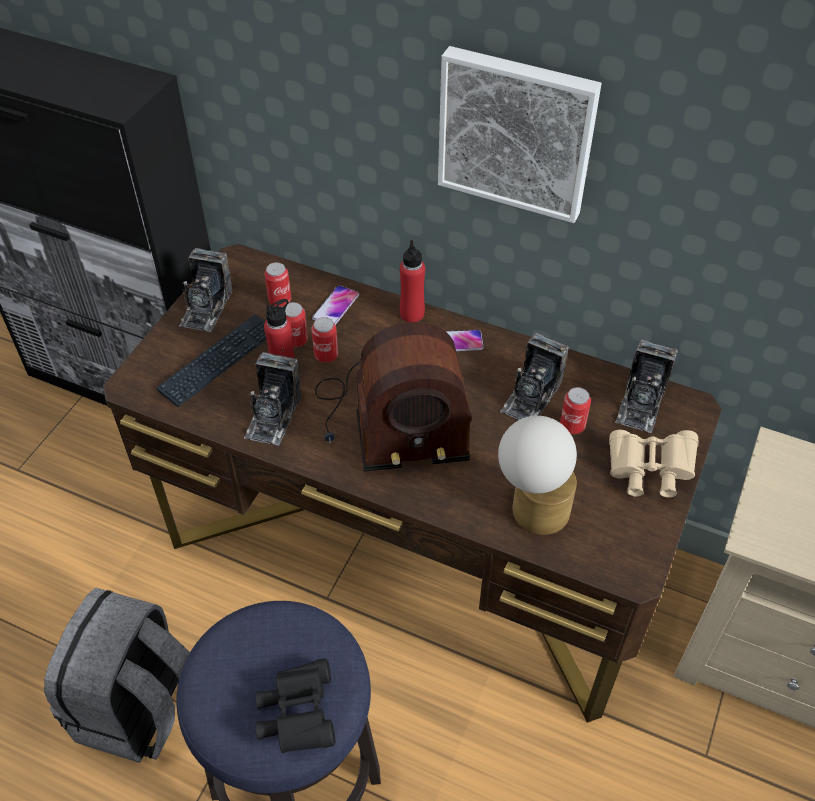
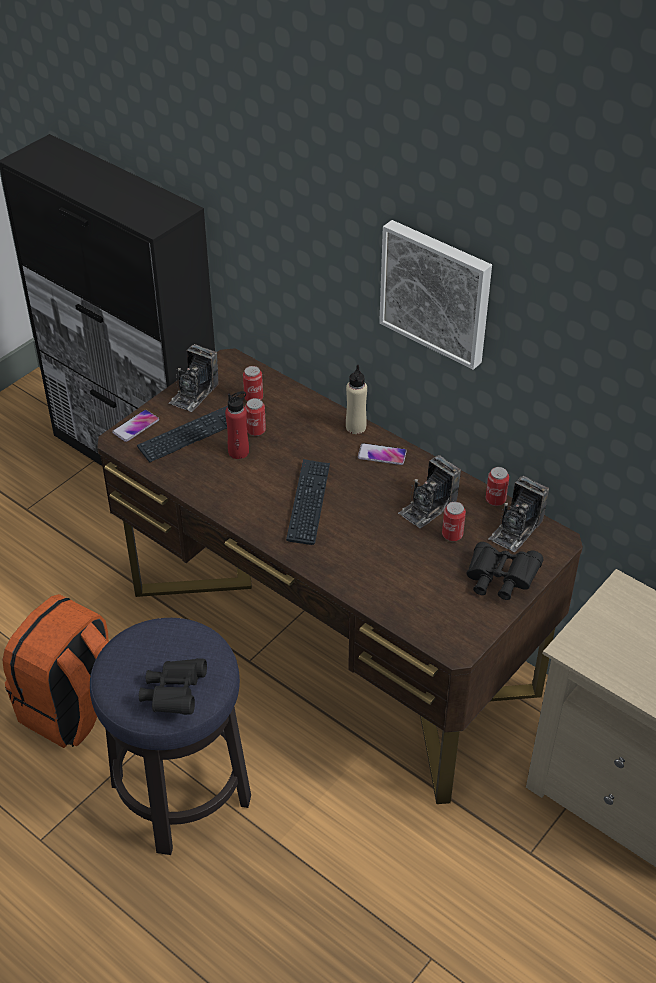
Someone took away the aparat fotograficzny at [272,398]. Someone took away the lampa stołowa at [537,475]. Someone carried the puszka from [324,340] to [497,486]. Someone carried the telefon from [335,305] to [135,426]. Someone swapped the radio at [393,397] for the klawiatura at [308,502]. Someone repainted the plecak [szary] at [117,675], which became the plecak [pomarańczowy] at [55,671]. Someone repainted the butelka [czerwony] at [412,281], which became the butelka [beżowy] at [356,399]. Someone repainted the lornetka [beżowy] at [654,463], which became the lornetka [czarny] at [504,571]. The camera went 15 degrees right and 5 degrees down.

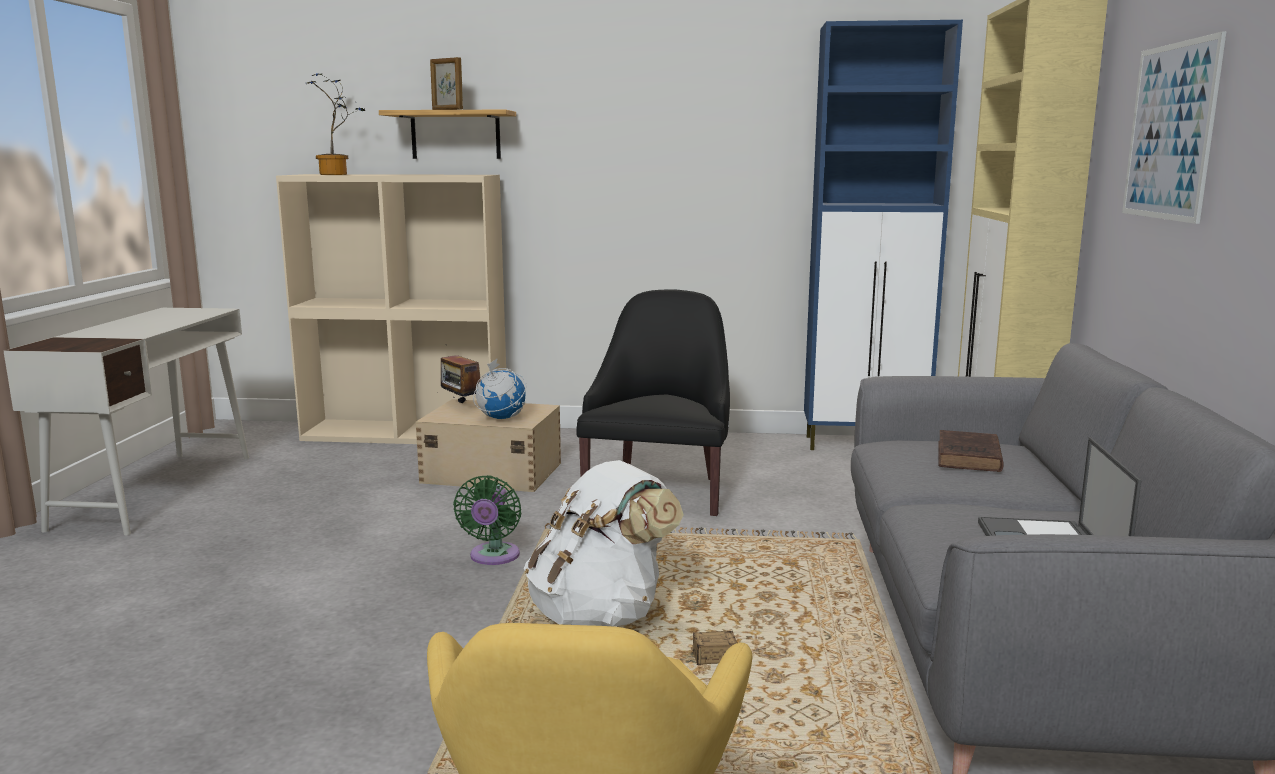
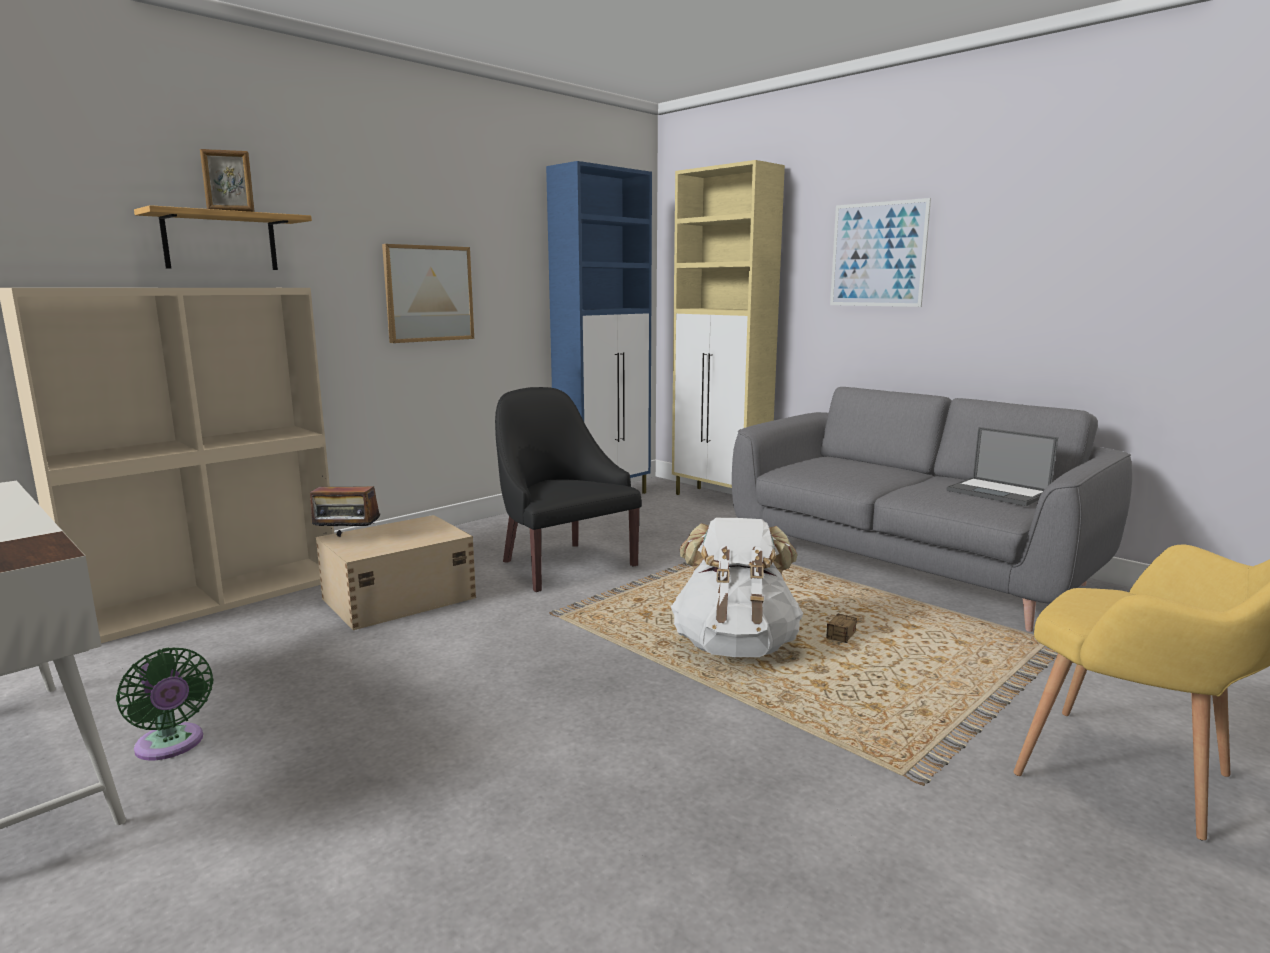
Someone took away the roślina doniczkowa at [336,124]. Someone took away the globus at [499,388]. Someone took away the książka [brązowy] at [971,451]. Someone put up the obraz at [428,293]. Someone carried the wentylator [zielony] from [487,520] to [165,704]. The camera went 50 degrees left and 0 degrees up.

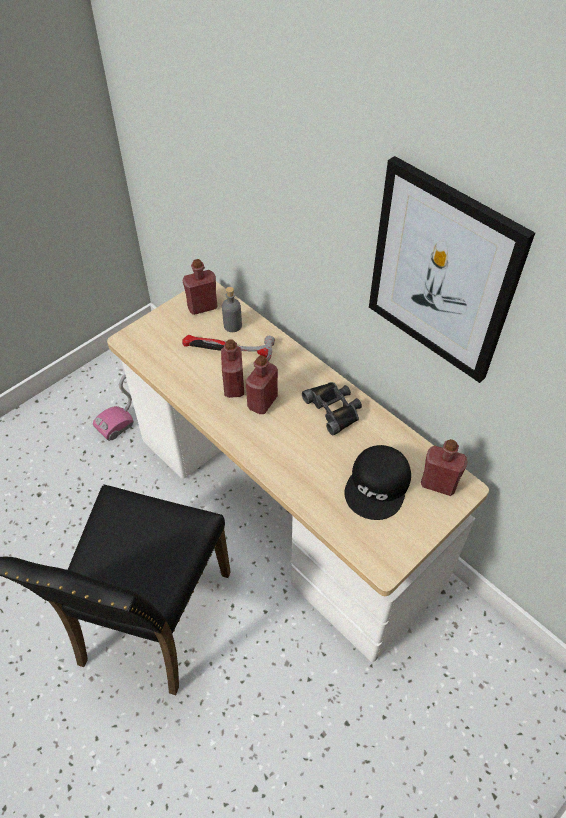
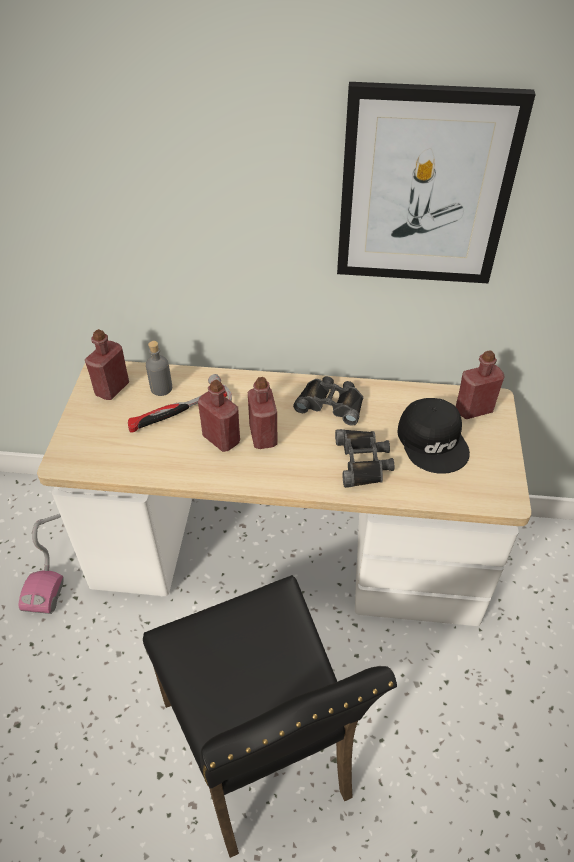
Someone put down the lornetka [czarny] at [364,458]. The camera went 40 degrees left and 5 degrees down.

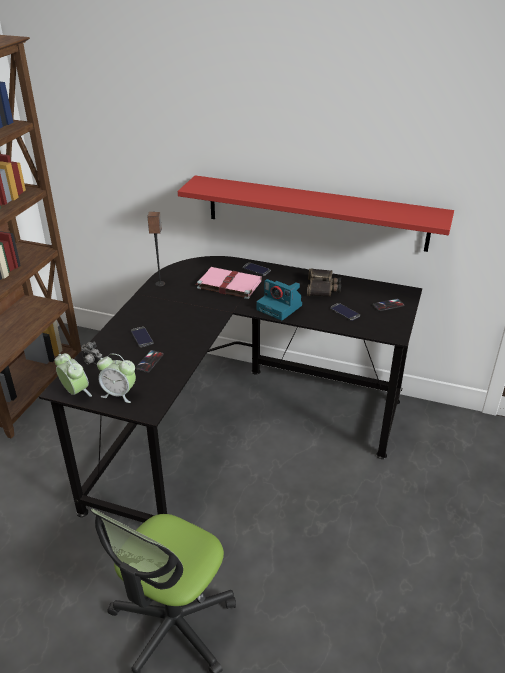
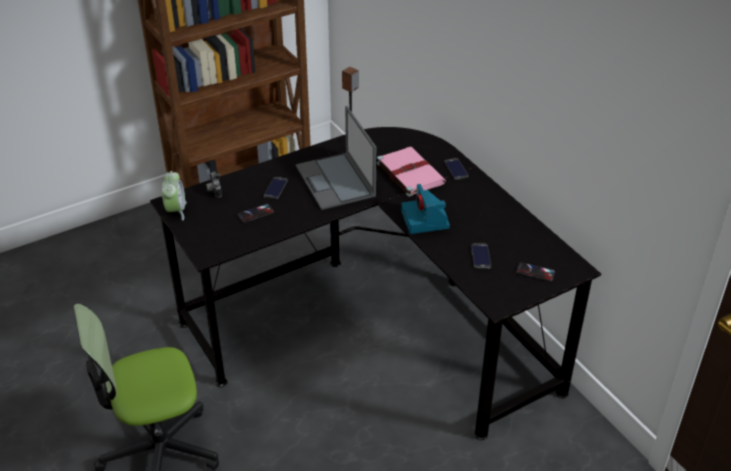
Someone took away the budzik at [116,378]. Someone took away the półka [czerwony] at [316,213]. Someone took away the lornetka at [324,282]. Someone put down the laptop at [336,158]. The camera went 40 degrees right and 5 degrees up.

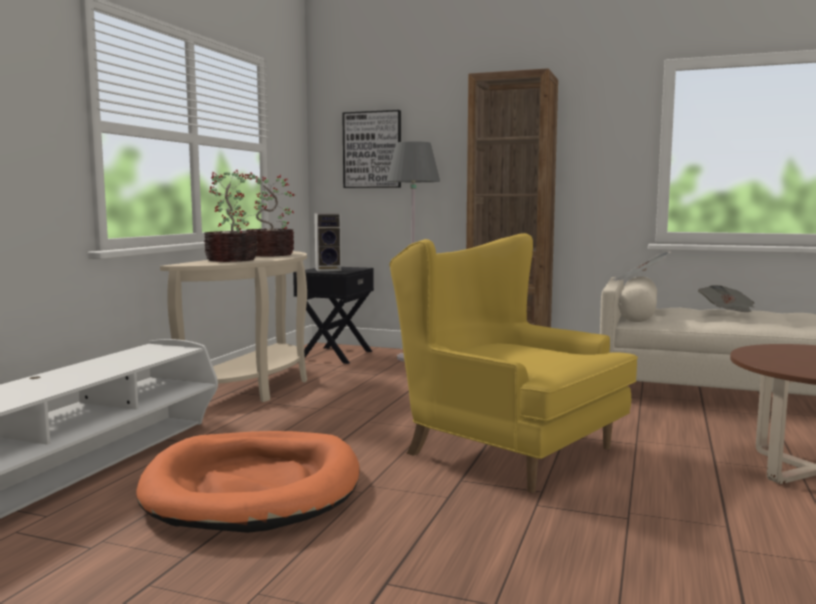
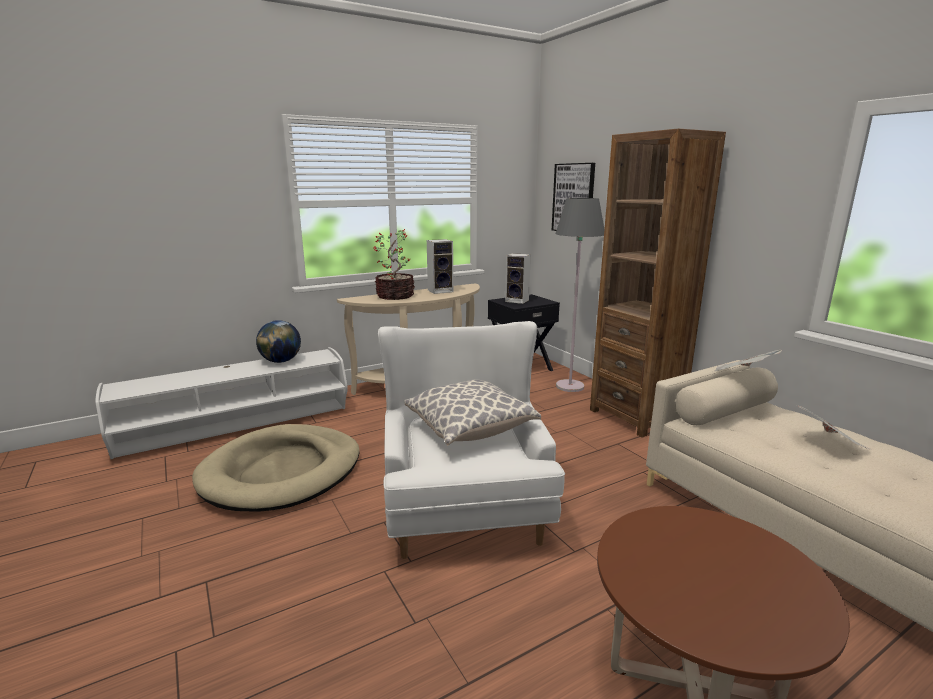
Someone put down the globus at [278,341]. Someone put down the poduszka at [473,413]. Someone swapped the roślina doniczkowa at [265,214] for the głośnik at [440,266]. Someone repainted the legowisko [pomarańczowy] at [248,482], which became the legowisko [beżowy] at [275,468]. Someone repainted the fotel [żółty] at [513,363], which became the fotel [biały] at [471,440]. The camera went 40 degrees right and 10 degrees up.

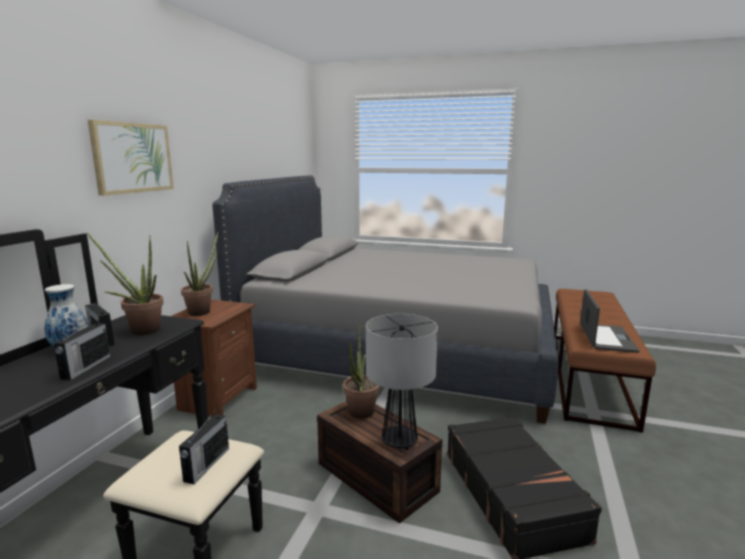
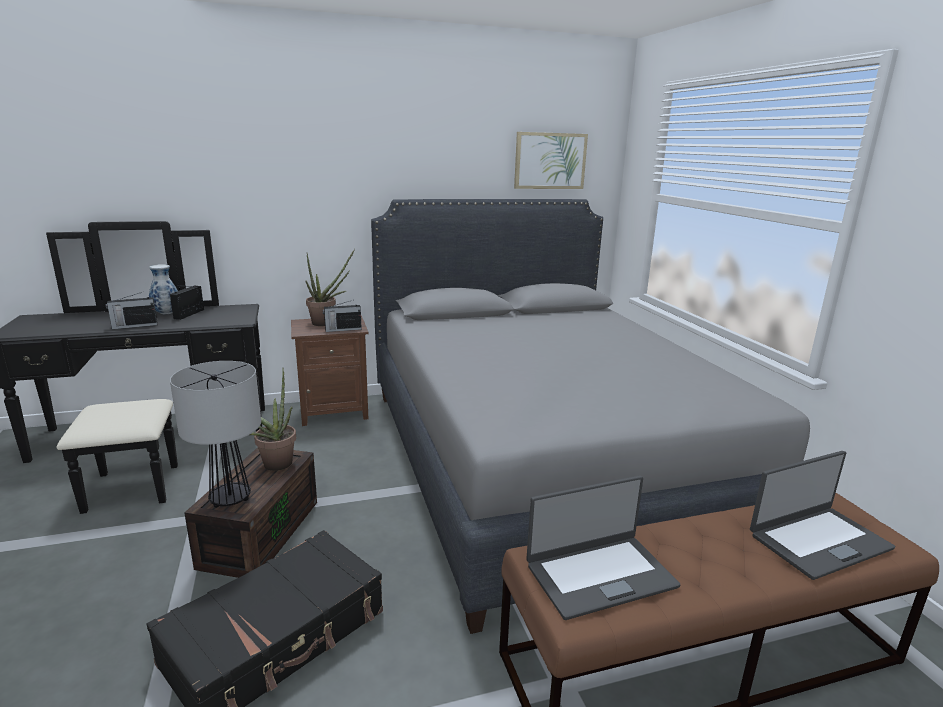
Someone took away the roślina doniczkowa at [125,284]. Someone put down the laptop at [823,515]. Someone carried the obraz from [131,158] to [551,160]. Someone carried the radio from [204,448] to [342,316]. The camera went 55 degrees right and 5 degrees up.

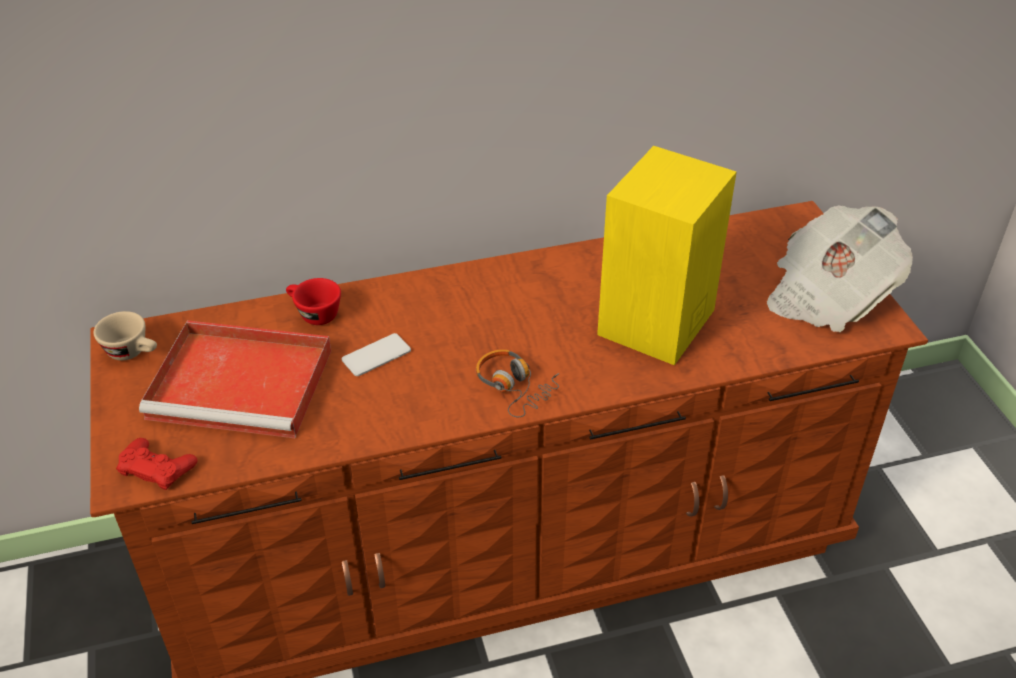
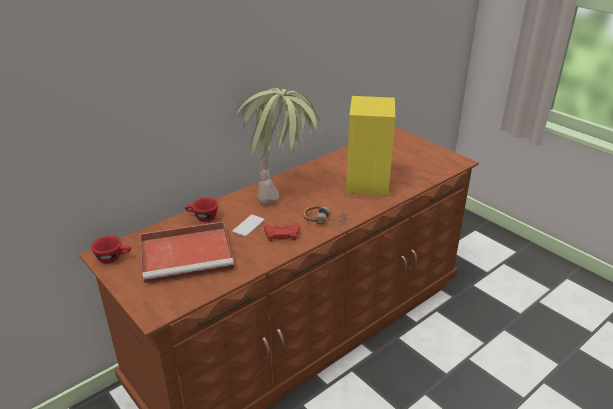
Someone took away the gazeta at [840,268]. Someone put down the roślina doniczkowa at [278,146]. Someone carried the pad do gier [czerwony] from [157,464] to [282,232]. Someone repainted the filiżanka [beżowy] at [125,335], which became the filiżanka [czerwony] at [111,249]. The camera went 25 degrees left and 10 degrees down.

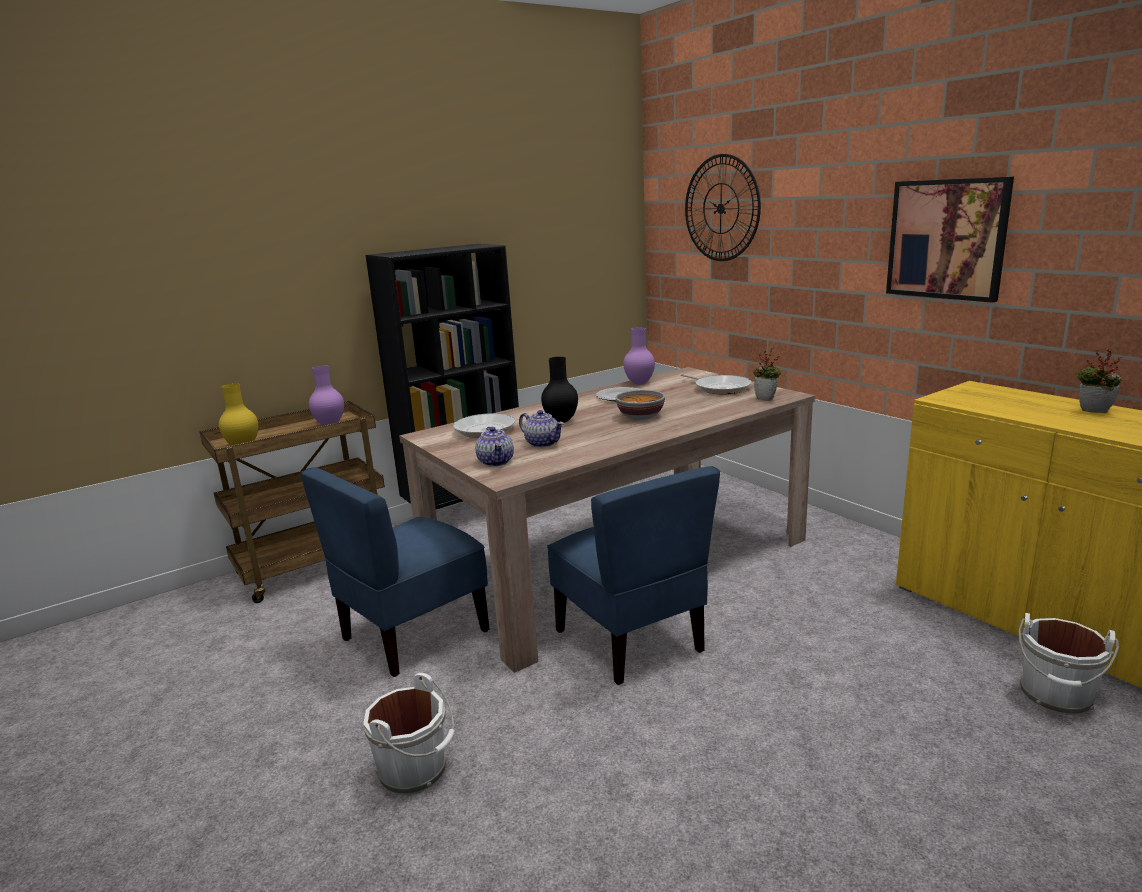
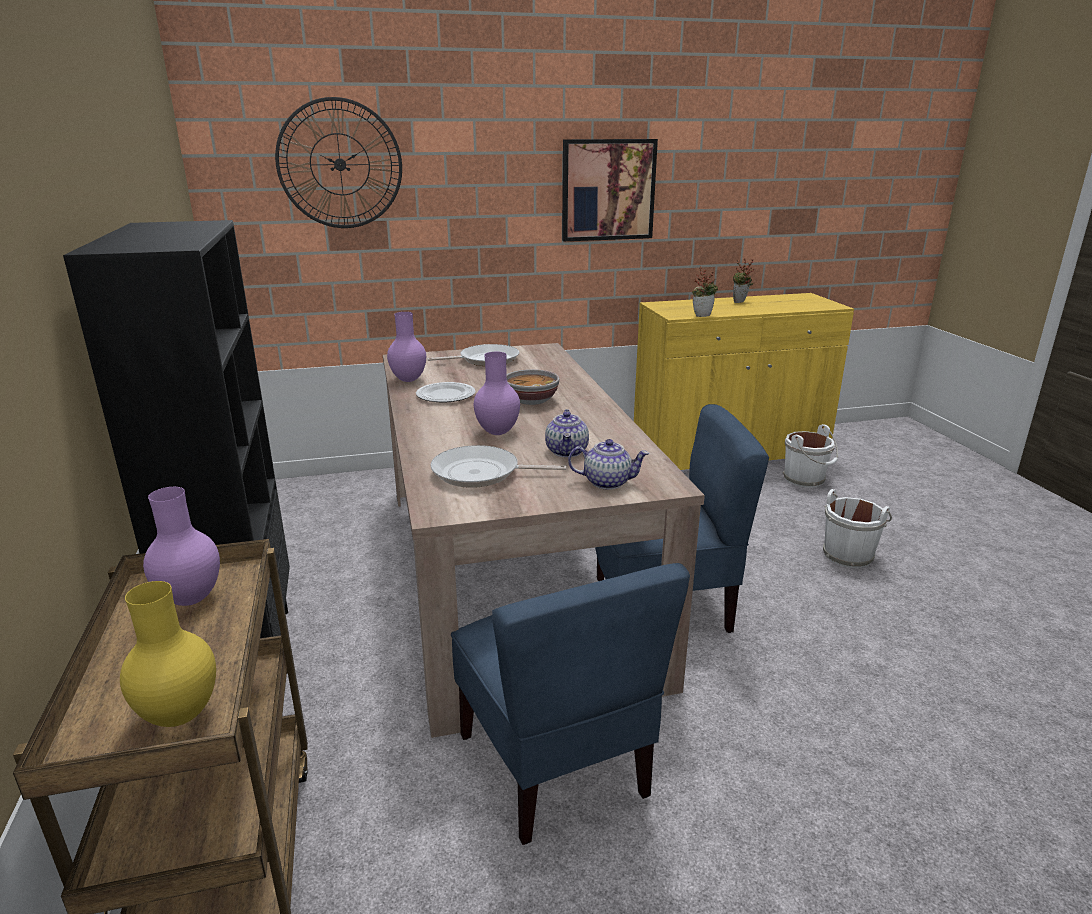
Someone carried the wiadro [biały] from [409,734] to [857,528]. Someone carried the roślina doniczkowa from [767,374] to [705,292]. Someone repainted the wazon [czarny] at [559,390], which became the wazon [fioletowy] at [497,393]. Someone rotated the imbryk at [541,429] by 120 degrees clockwise. The camera went 70 degrees left and 5 degrees up.

